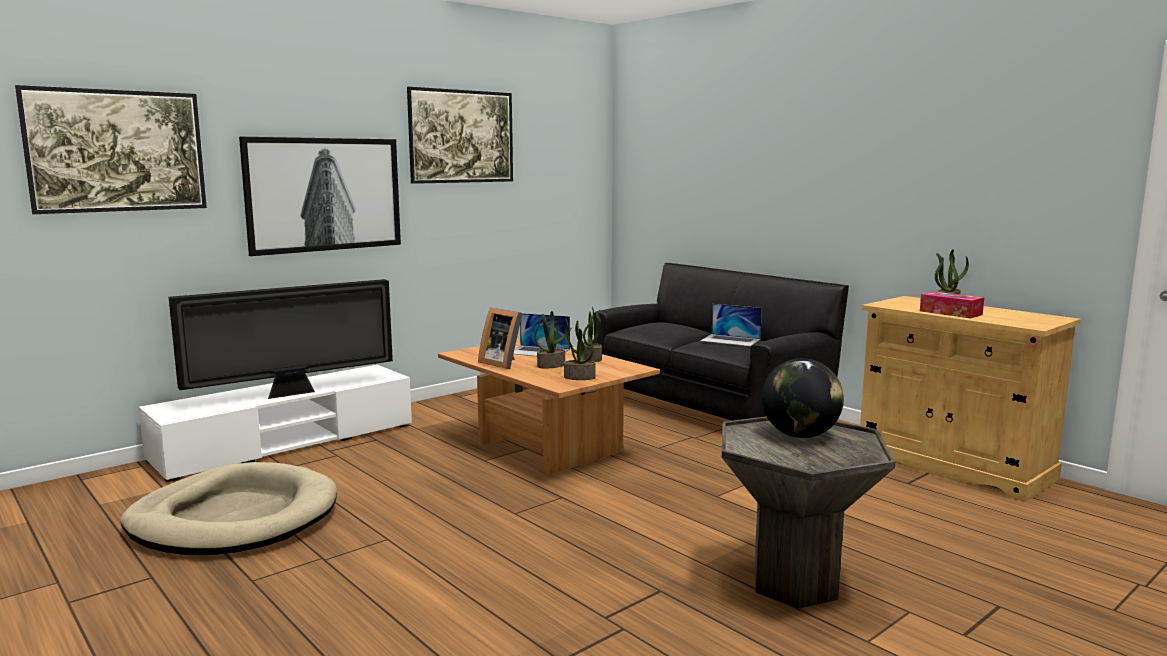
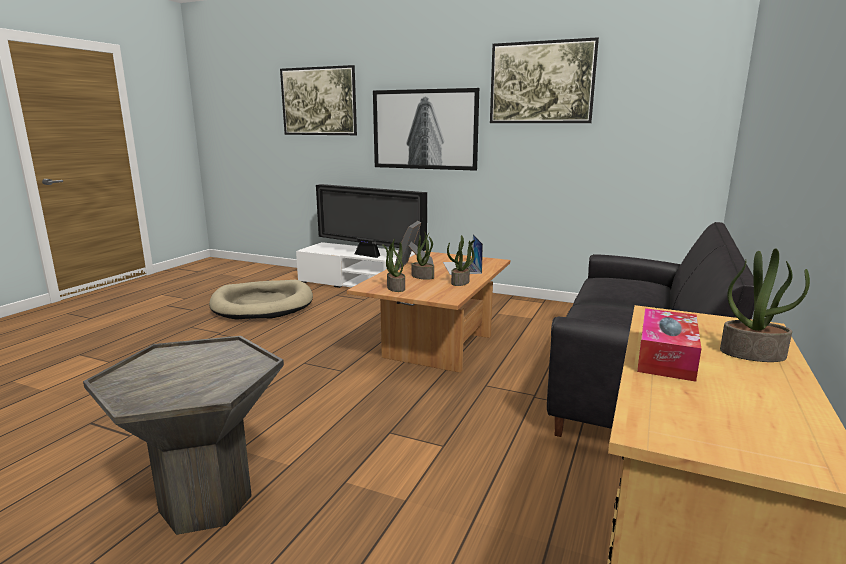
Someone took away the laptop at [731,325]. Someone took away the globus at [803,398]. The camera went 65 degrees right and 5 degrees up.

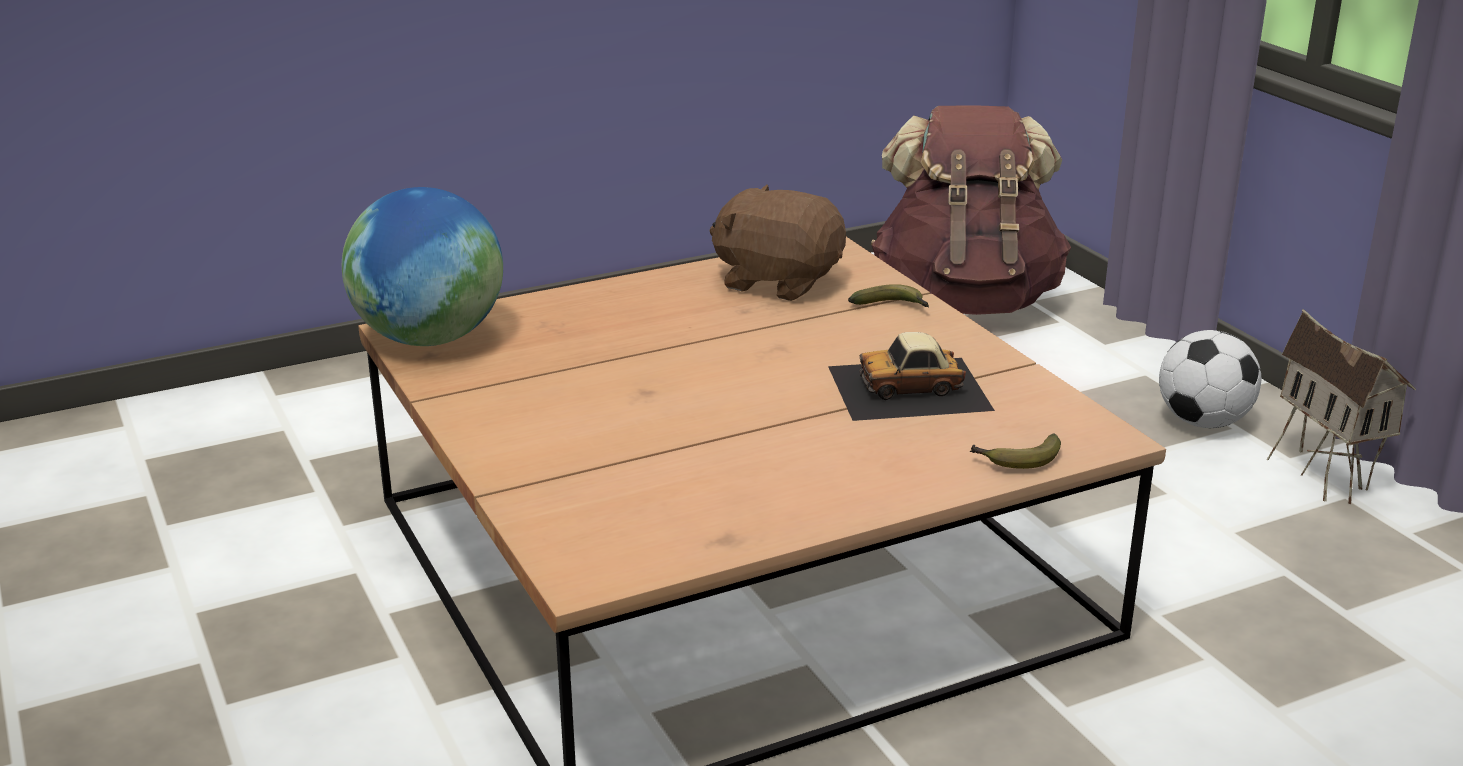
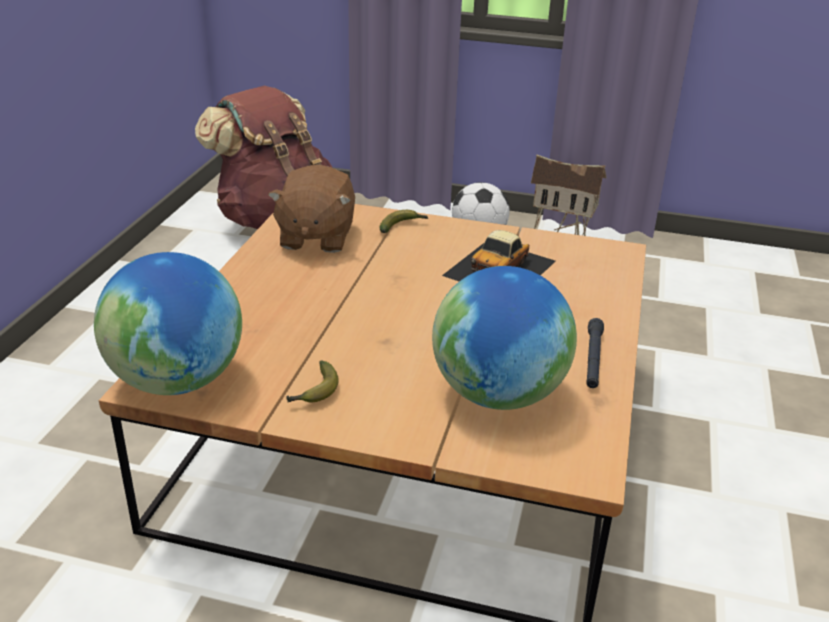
Someone put down the globus at [504,338]. Someone put down the latarka [czarny] at [595,353]. Someone carried the banan from [1015,451] to [312,381]. Someone rotated the pluszak [brązowy] at [778,242] by 60 degrees counterclockwise. The camera went 50 degrees left and 5 degrees up.

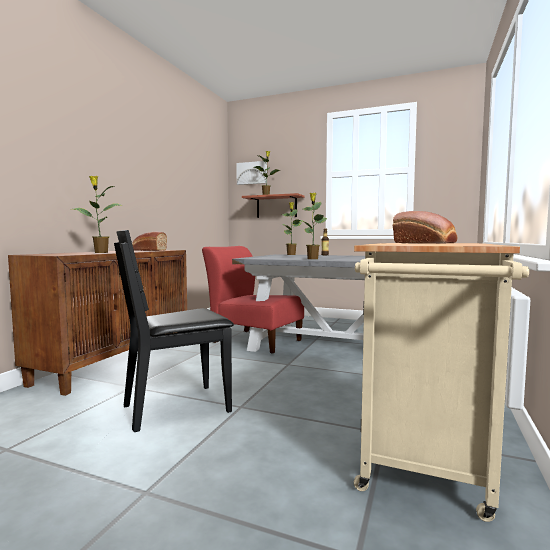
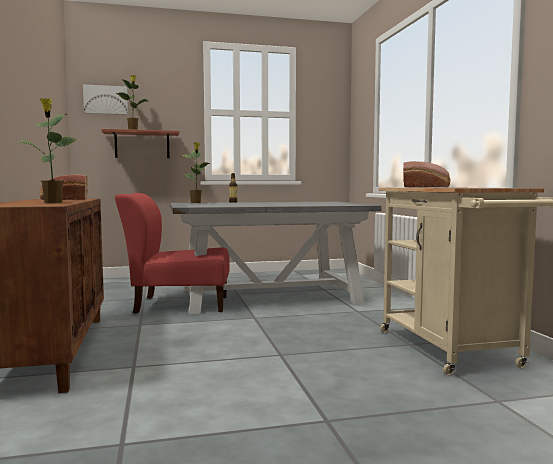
Someone took away the krzesło [czarny] at [174,331]. Someone took away the roślina doniczkowa at [313,226]. The camera went 35 degrees left and 0 degrees up.

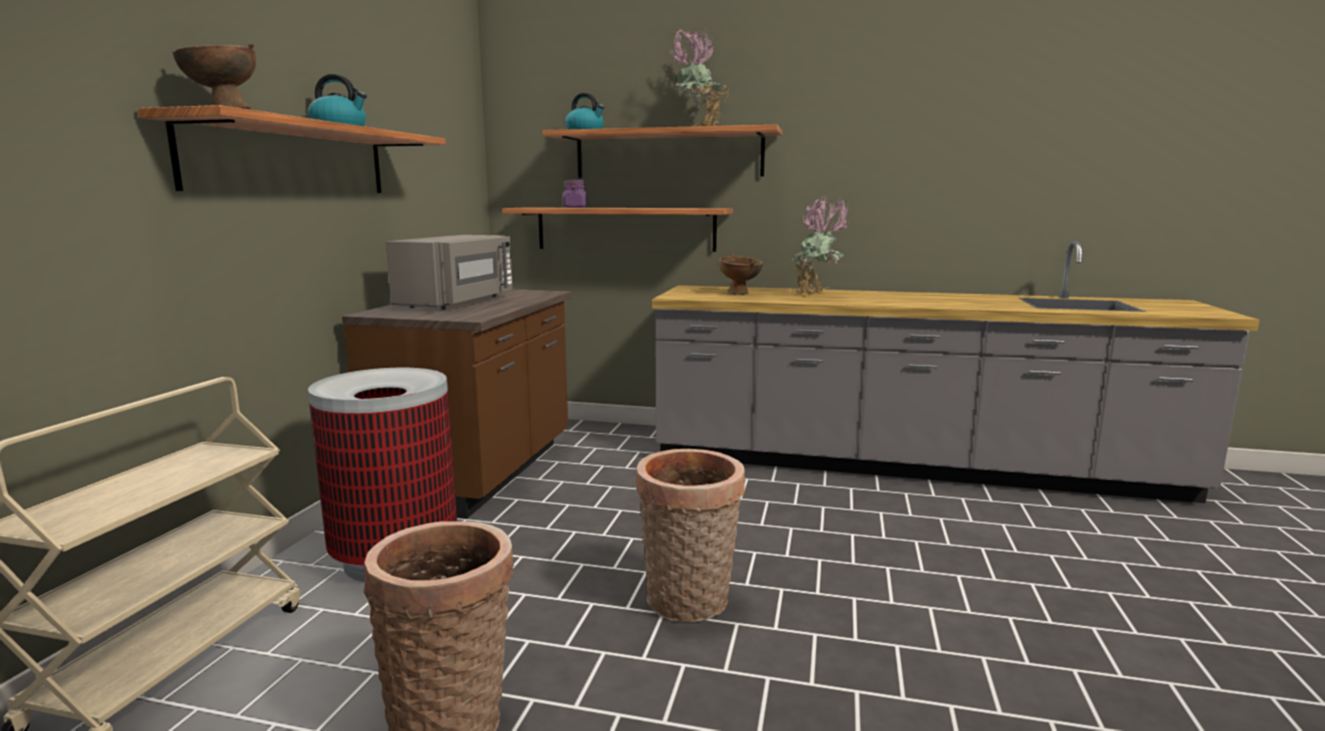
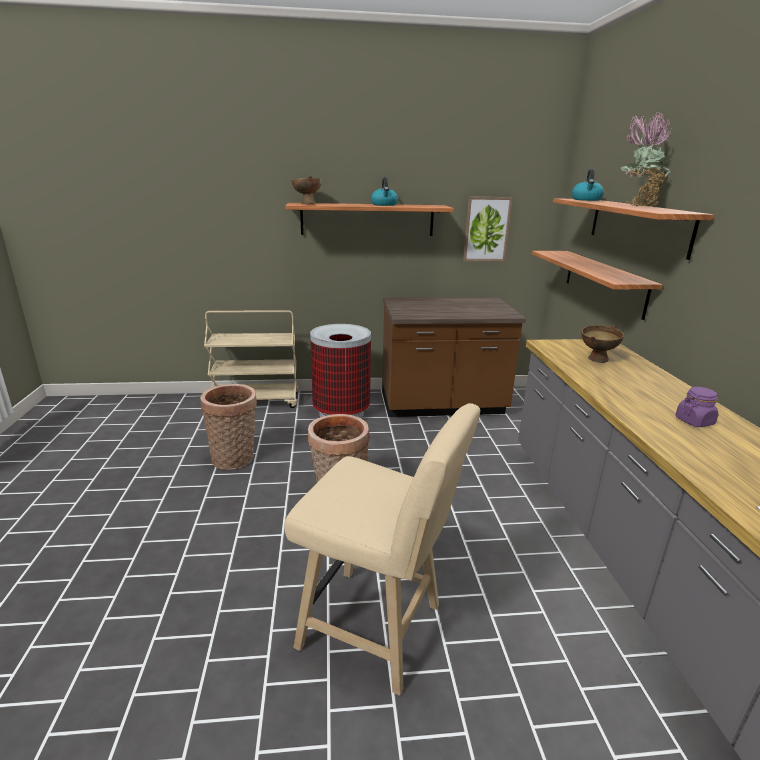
Someone took away the mikrofalówka [szary] at [449,272]. Someone took away the roślina doniczkowa at [821,246]. Someone put down the stołek [beżowy] at [382,549]. Someone put up the obraz at [488,228]. Someone carried the słoik [fioletowy] from [575,194] to [697,407]. The camera went 70 degrees right and 10 degrees up.

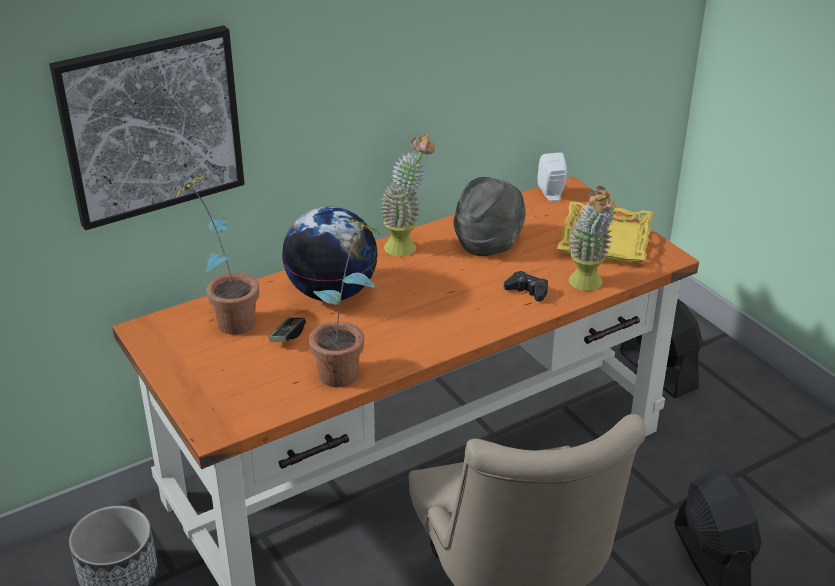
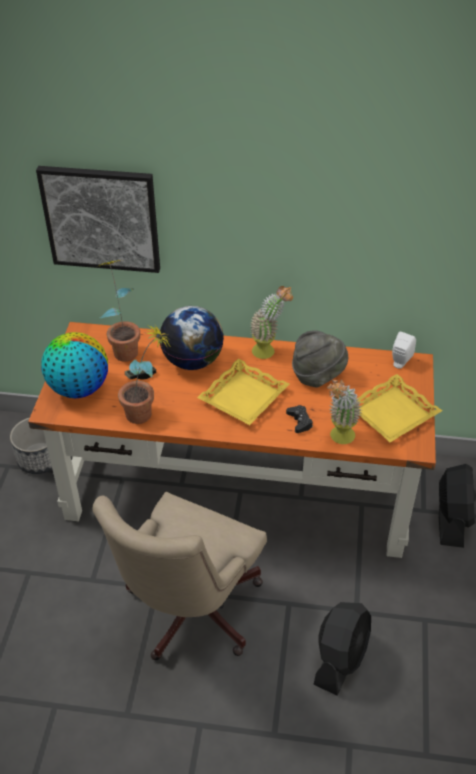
Someone put down the globus at [74,365]. Someone put down the taca [żółty] at [243,392]. The camera went 40 degrees right and 10 degrees up.

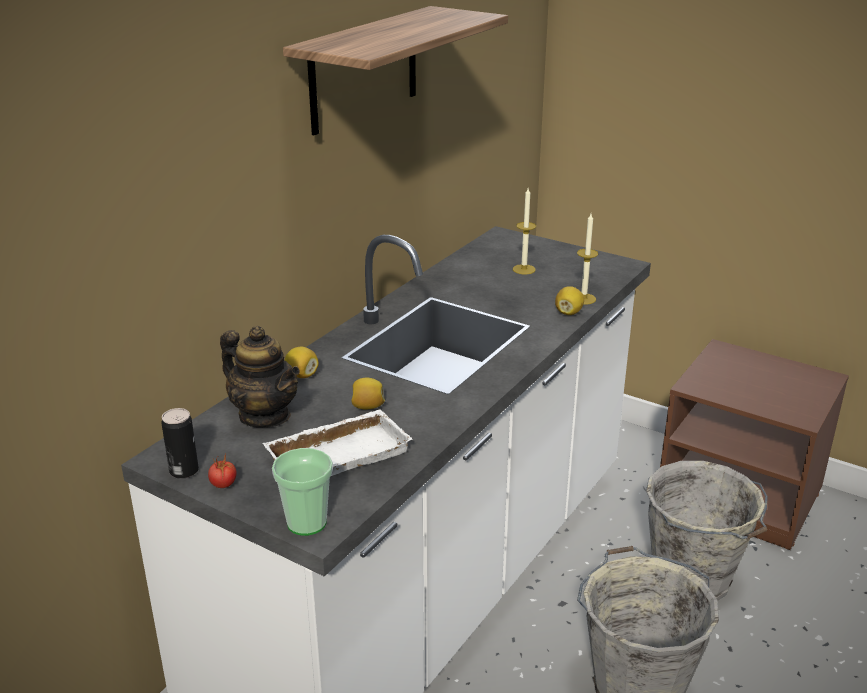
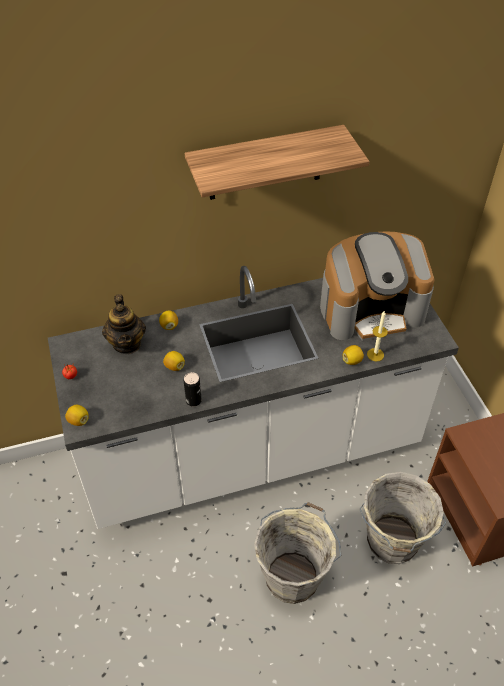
Someone took away the taca [biały] at [337,442]. Someone carried the puszka from [180,443] to [193,389]. Someone swapped the filiżanka at [302,492] for the cytryna at [77,415]. Someone swapped the świeca at [524,231] for the ekspres do kawy at [377,286]. The camera went 40 degrees right and 20 degrees up.

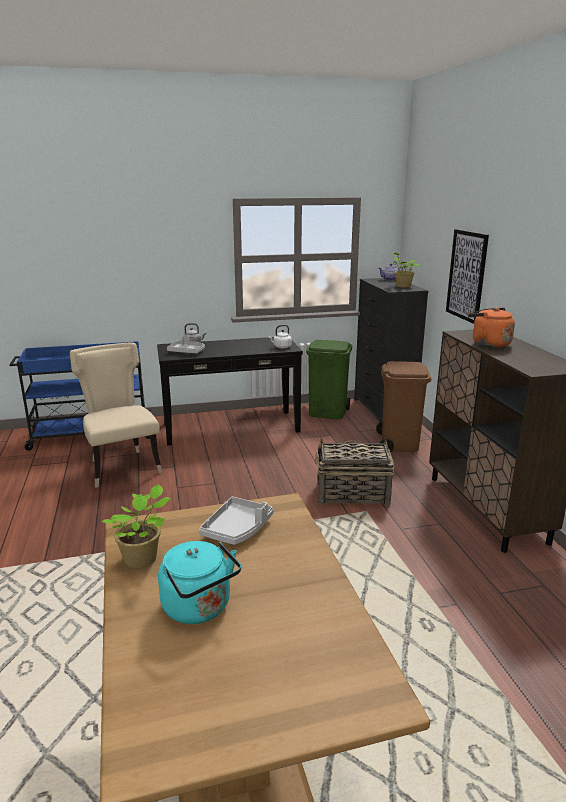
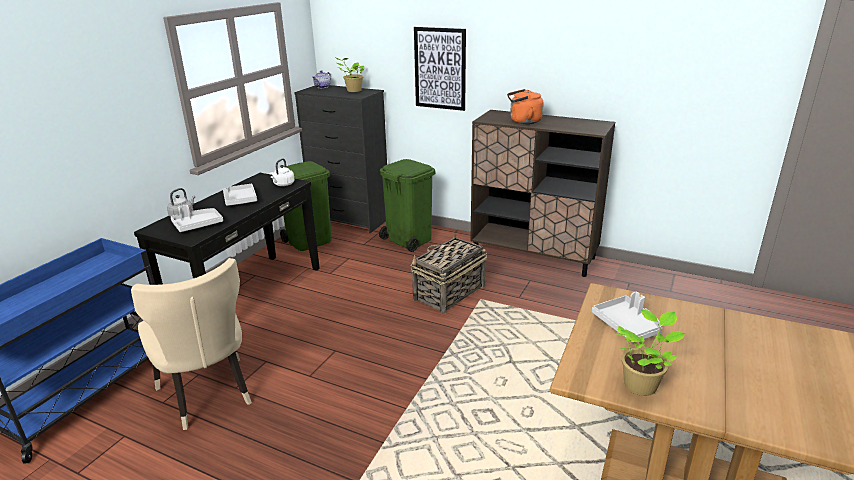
Someone took away the czajnik [turkusowy] at [199,582]. Someone put down the taca [szary] at [240,195]. Someone repainted the kosz na śmieci [brązowy] at [404,407], which became the kosz na śmieci [zielony] at [407,205]. Someone rotated the krzesło [beżowy] at [116,415] by 135 degrees counterclockwise. The camera went 50 degrees left and 5 degrees up.

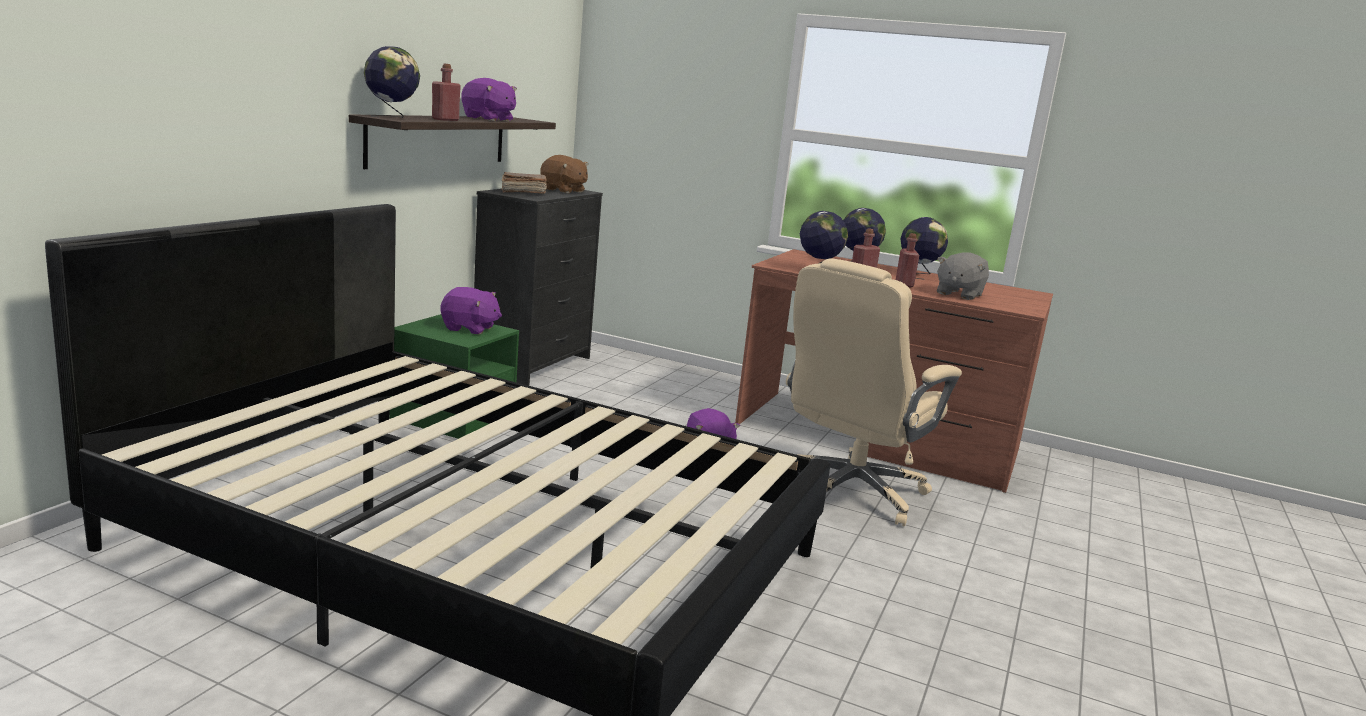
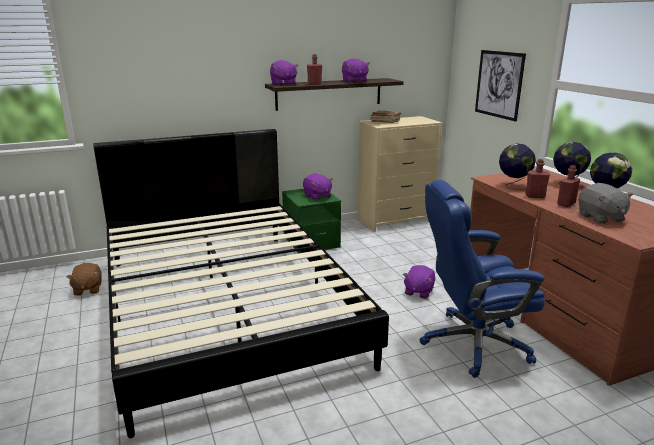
Someone put up the obraz at [500,86]. Someone carried the pluszak [brązowy] from [564,174] to [84,279]. Someone swapped the globus at [392,82] for the pluszak [fioletowy] at [284,73]. Someone repainted the komoda [czarny] at [538,287], which became the komoda [beżowy] at [400,174]. Someone repainted the krzesło biurowe [beżowy] at [874,392], which became the krzesło biurowe [niebieski] at [482,279]. Someone rotated the pluszak [szary] at [963,276] by 90 degrees counterclockwise. The camera went 45 degrees right and 5 degrees up.

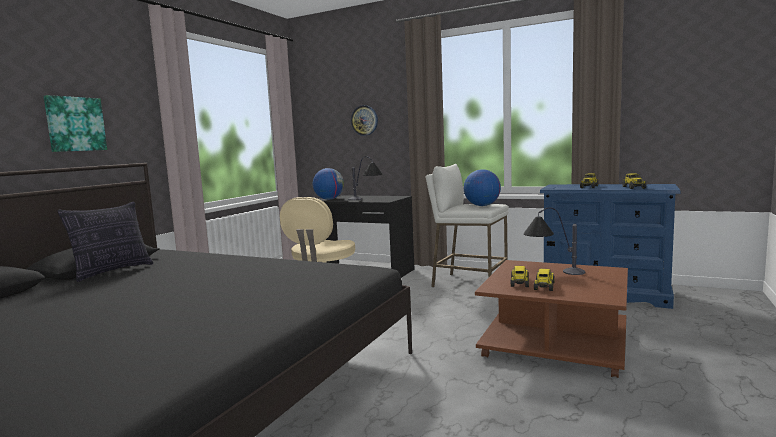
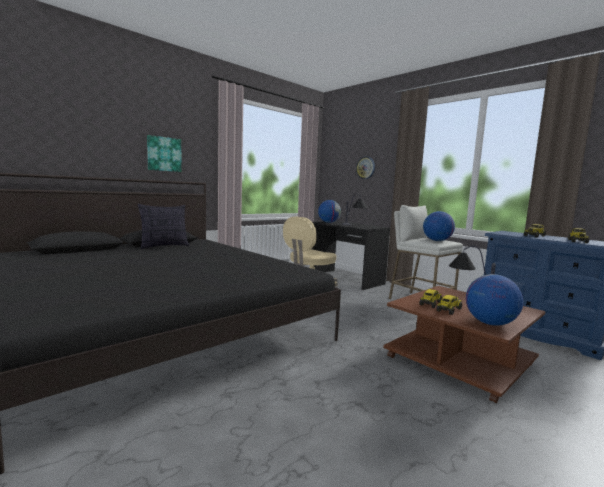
Someone put down the globus at [495,300]. The camera went 20 degrees right and 0 degrees up.

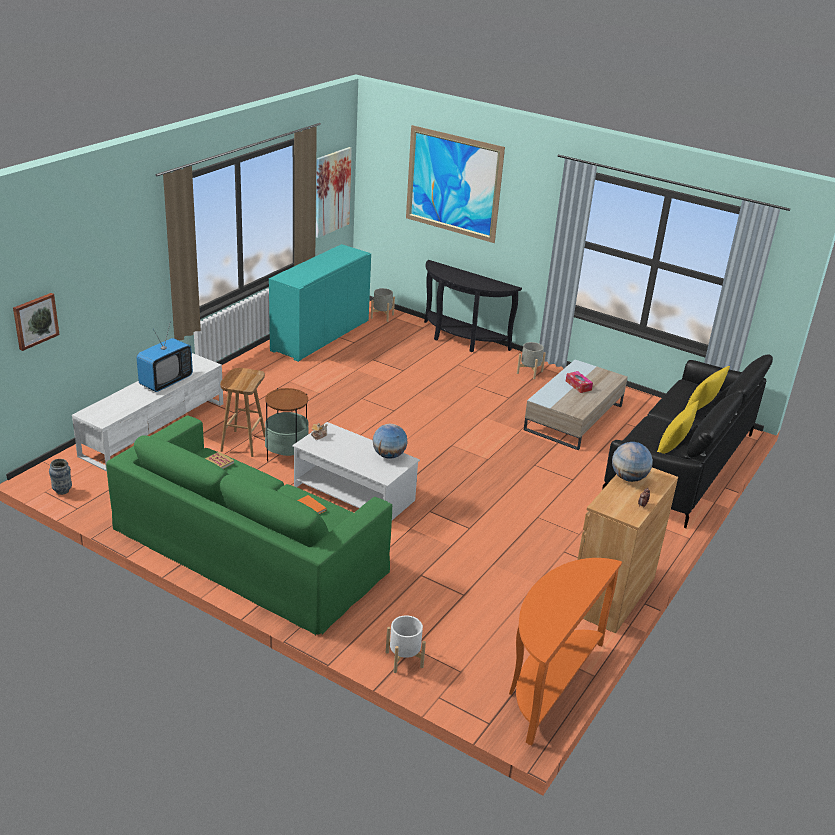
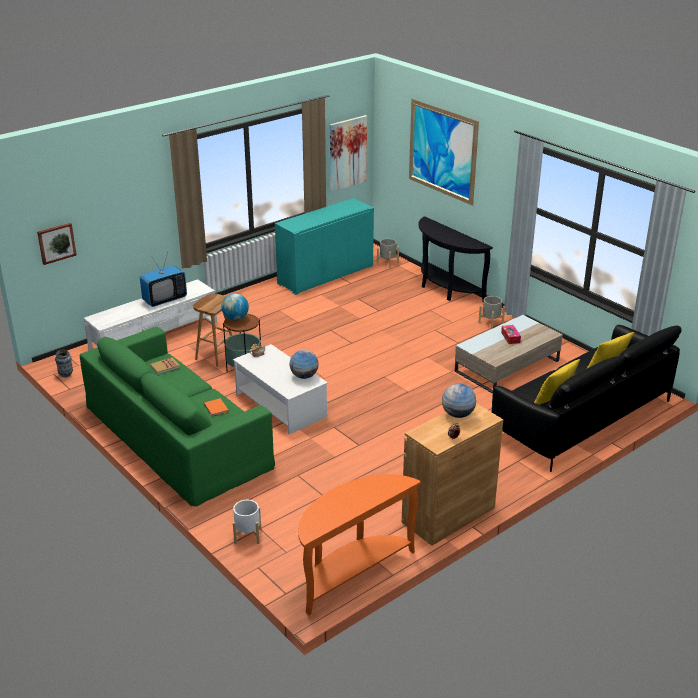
Someone put down the globus at [235,306]. The camera went 20 degrees right and 0 degrees up.

